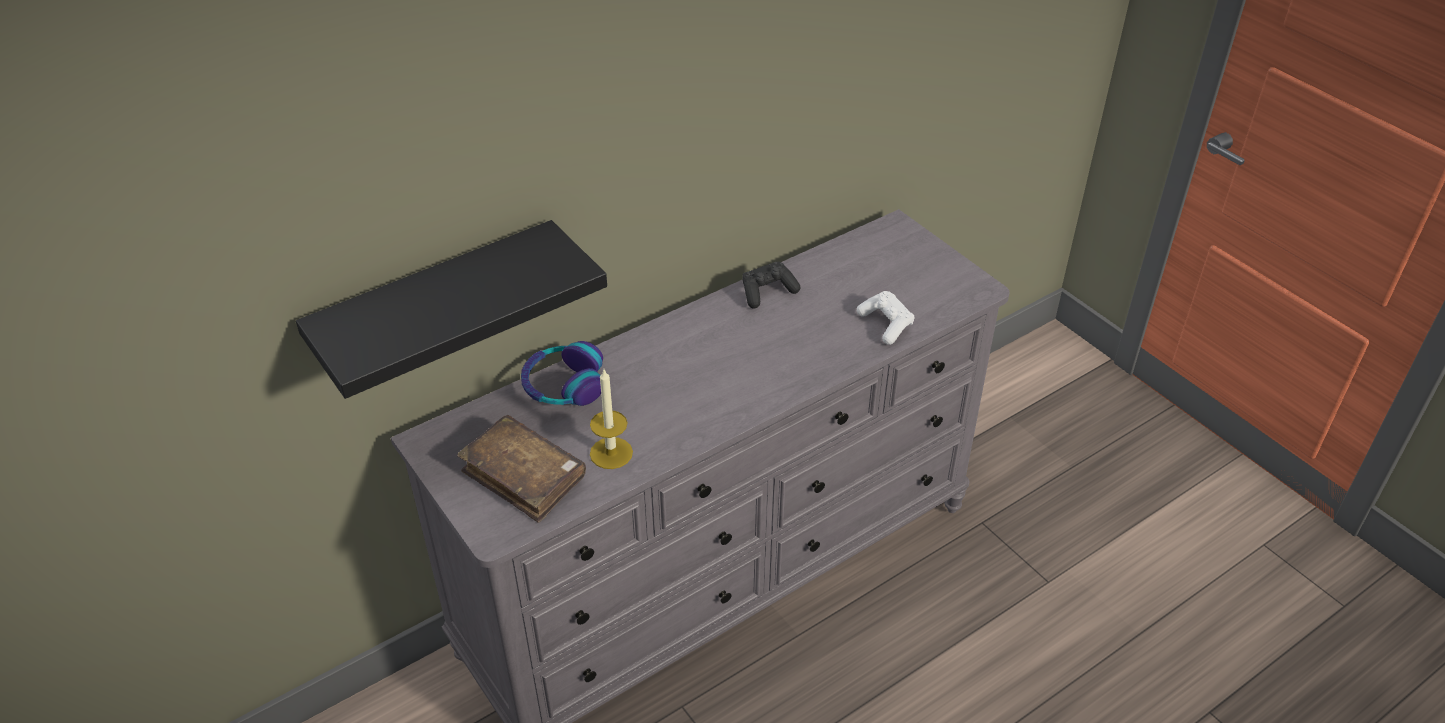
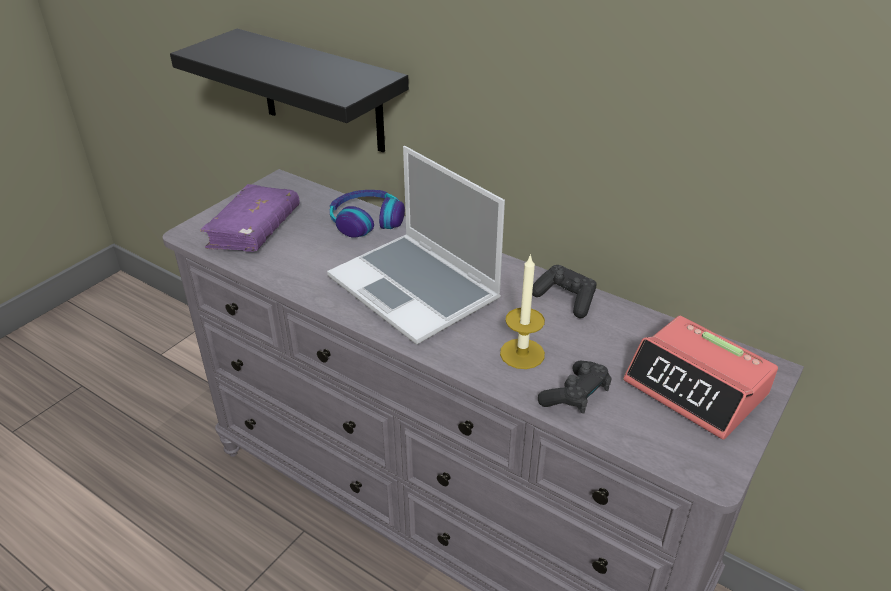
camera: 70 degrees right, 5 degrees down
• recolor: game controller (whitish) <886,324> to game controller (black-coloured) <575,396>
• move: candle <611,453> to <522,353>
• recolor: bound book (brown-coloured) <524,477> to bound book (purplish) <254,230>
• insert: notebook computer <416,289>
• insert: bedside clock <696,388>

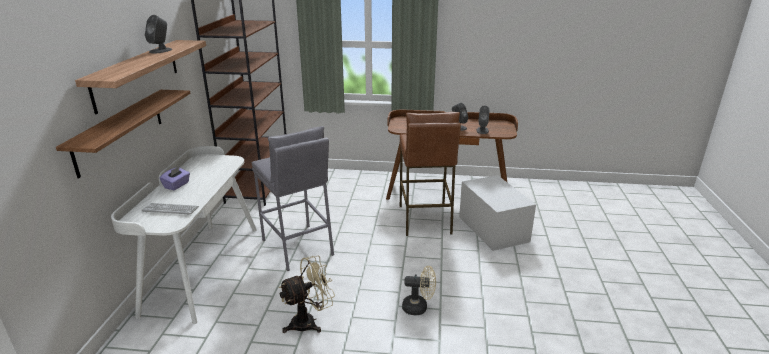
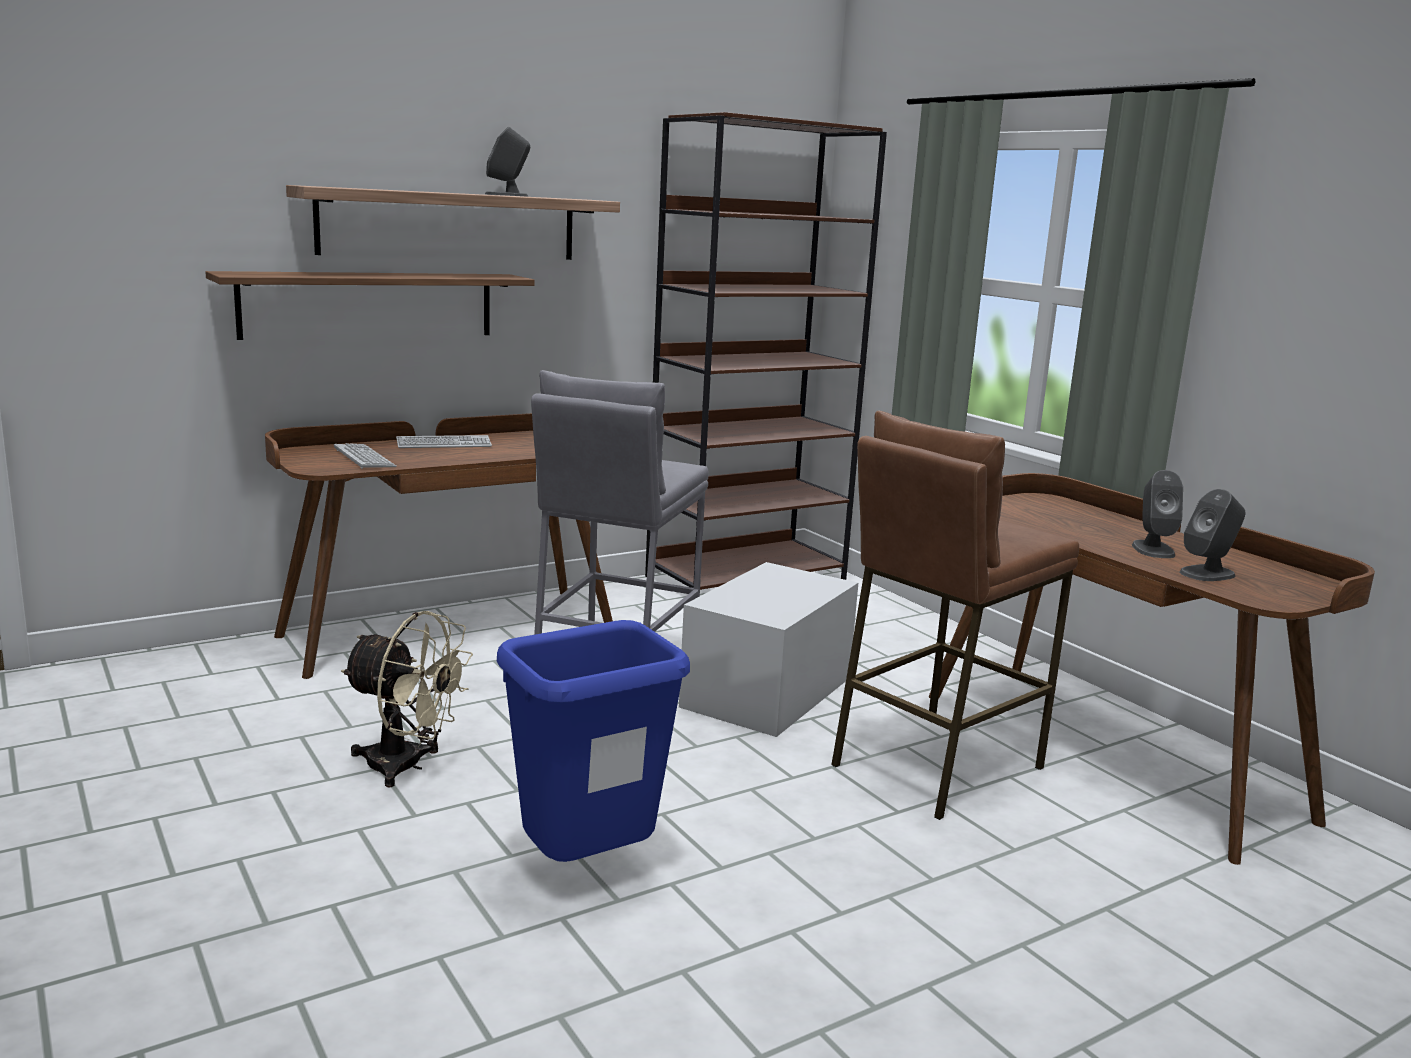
camera: 50 degrees right, 10 degrees down
• recolor: desk (whitish) <202,268> to desk (brown-coloured) <448,629>
• replace: tissue box (purplish) <177,185> to PC keyboard <444,444>
• move: storage bin (whitish) <493,229> to <767,692>
• replace: electric fan (sand-coloured) <419,307> to trash can (blue-coloured) <589,870>

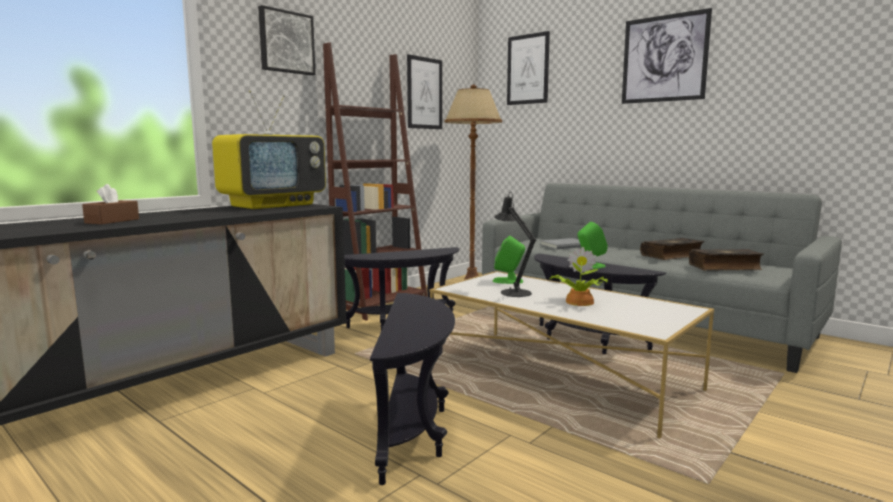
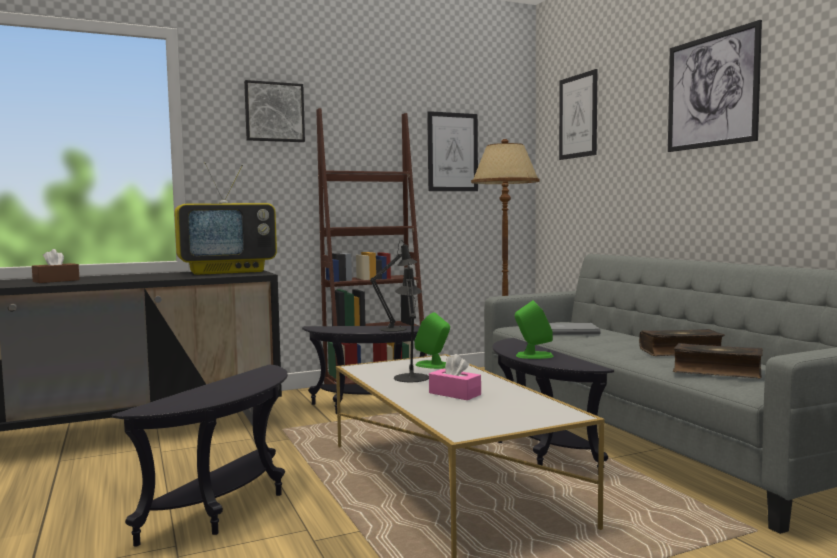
camera: 25 degrees right, 5 degrees down
• replace: houseplant <578,302> to tissue box (pinkish) <454,394>
• insert: tabletop lamp (black-coloured) <396,328>

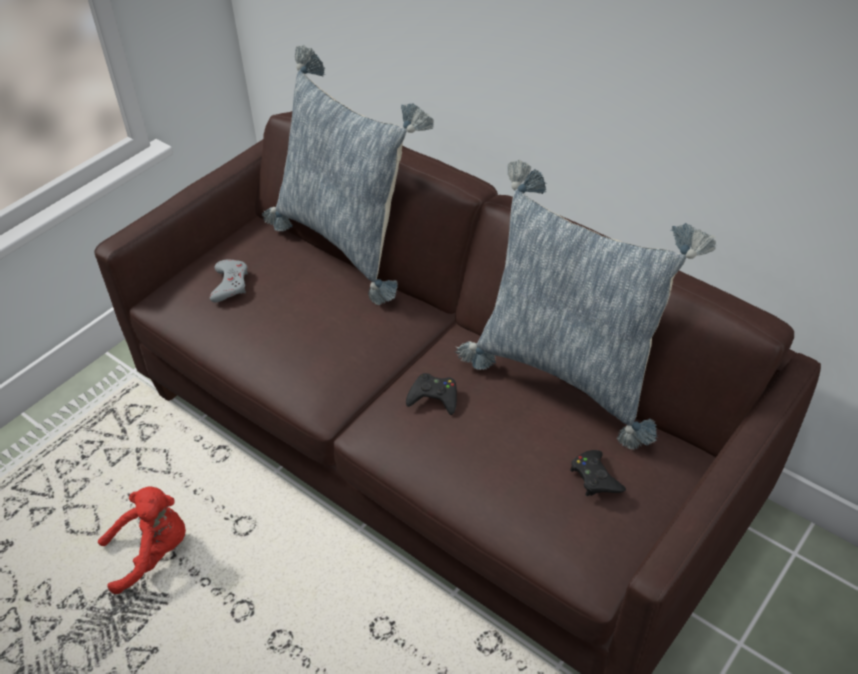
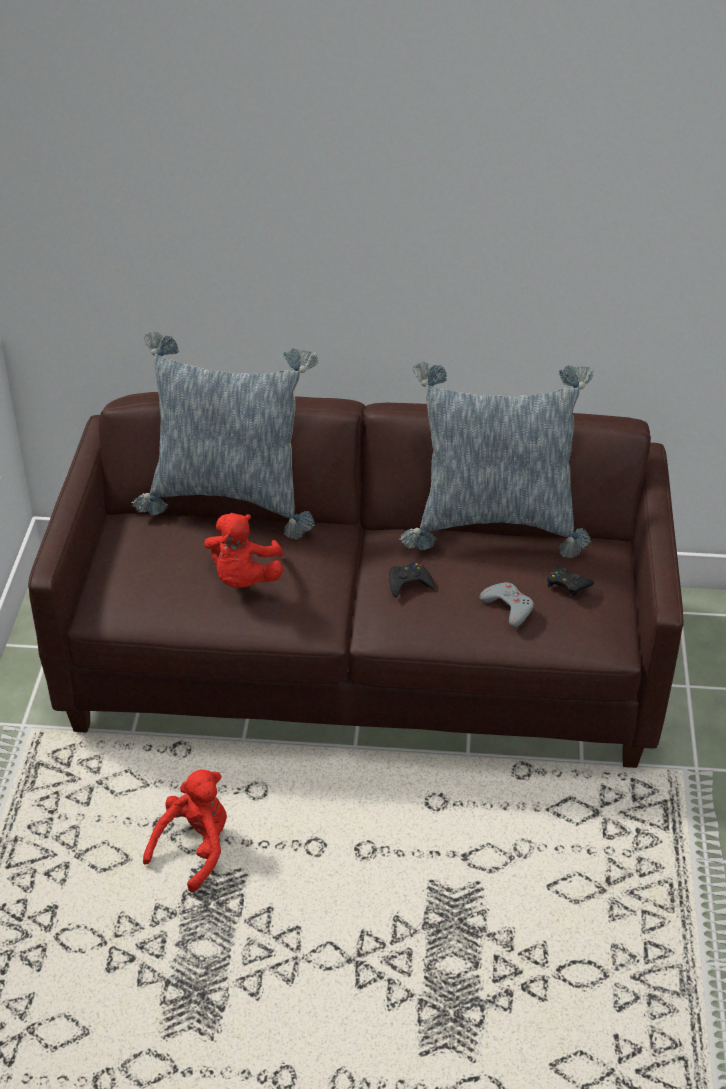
camera: 35 degrees left, 5 degrees down
• move: game controller (greyish) <230,284> to <508,607>
• insert: cuddly toy (red-coloured) <244,580>

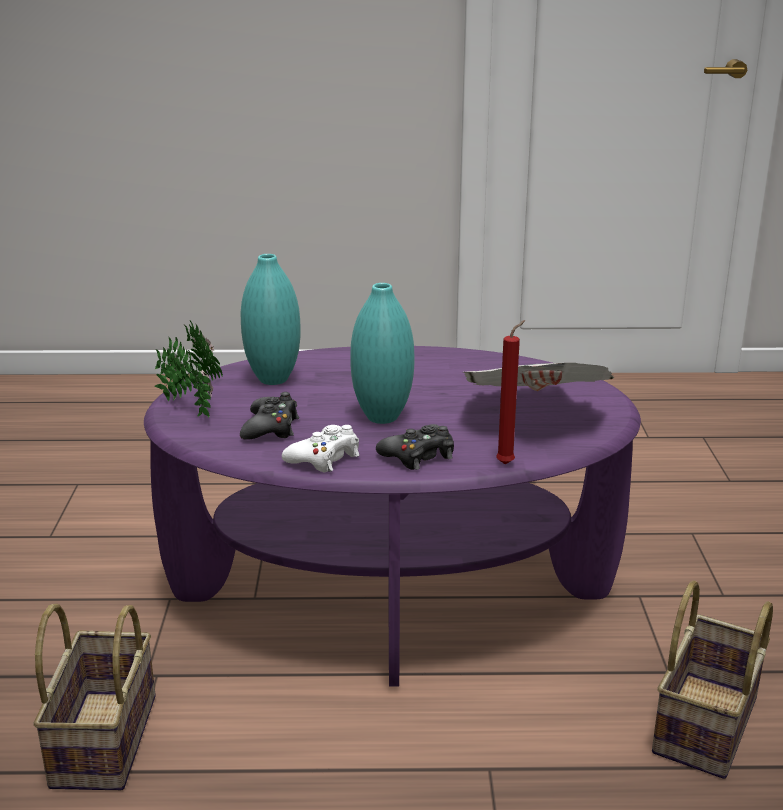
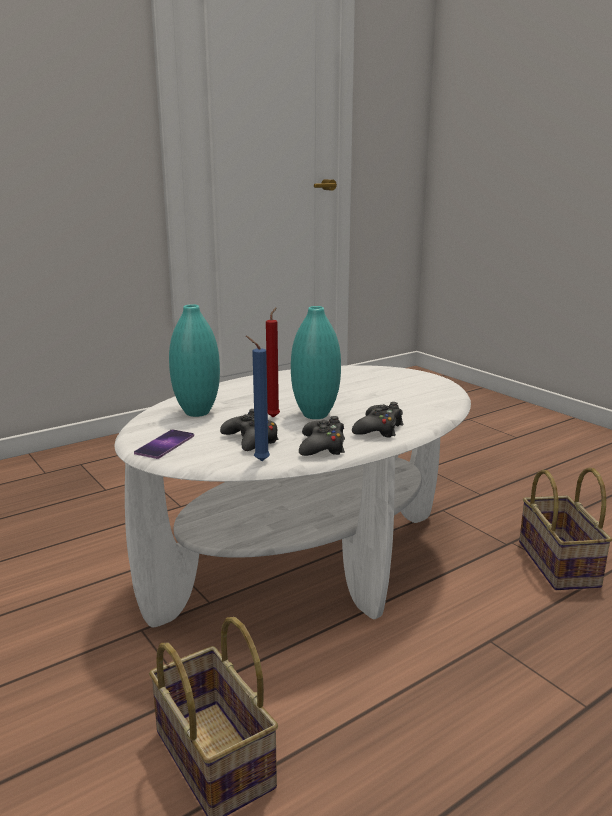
camera: 35 degrees left, 5 degrees down
• replace: houseplant <190,408> to phone <165,444>
• move: candle (red-coloured) <507,463> to <274,416>
• recolor: coffee table (purplish) <392,598> to coffee table (whitish) <306,565>
• delete: daily paper <534,414>
• recolor: game controller (whitish) <324,458> to game controller (black-coloured) <322,447>
• insert: candle (blue-coloured) <259,460>

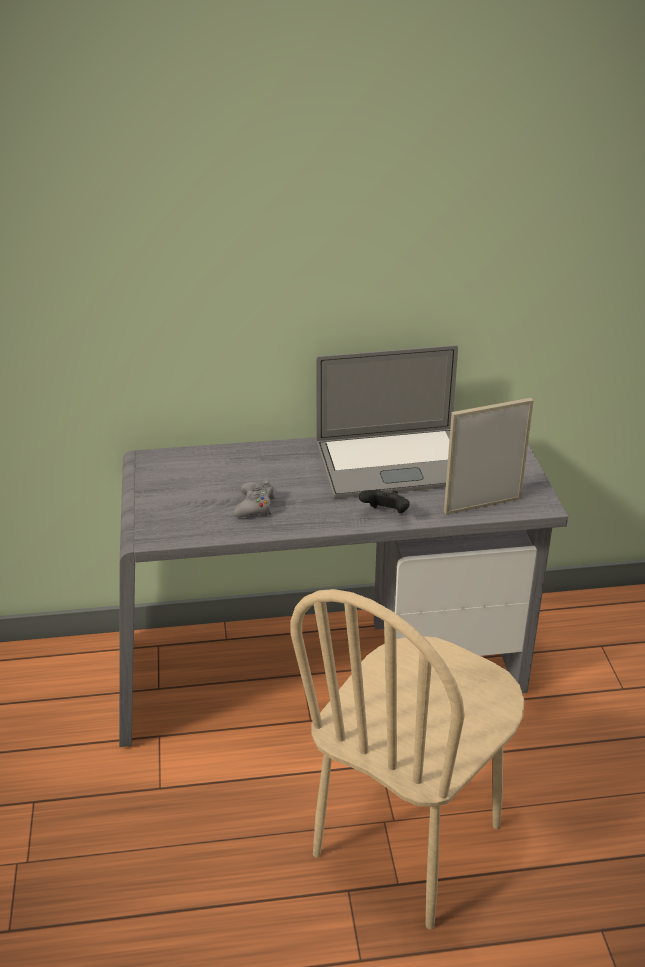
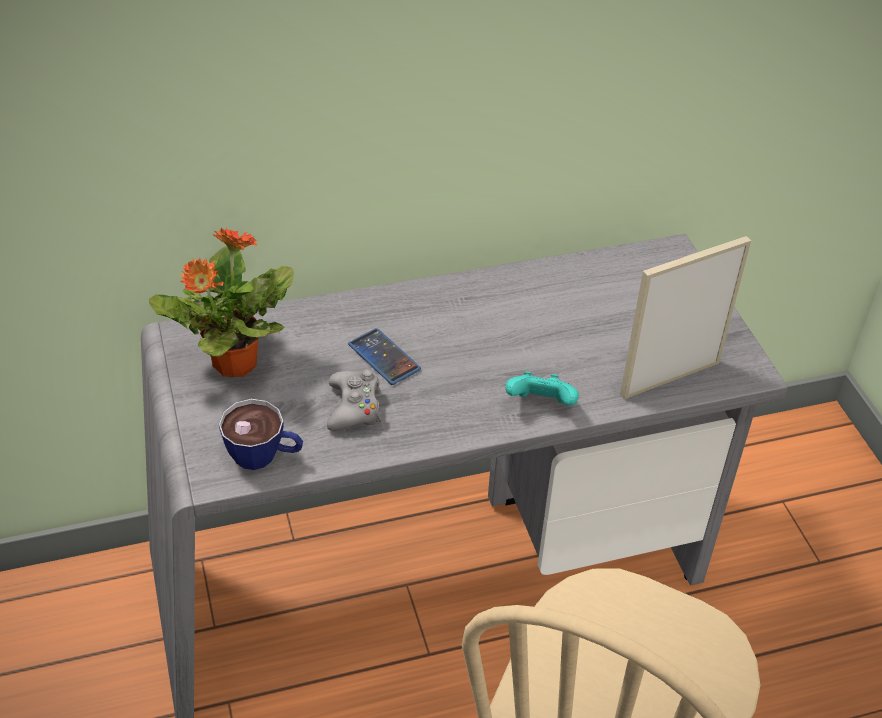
camera: 10 degrees left, 10 degrees up
• delete: notebook computer <394,463>
• recolor: game controller (black-coloured) <385,514> to game controller (turquoise-coloured) <541,405>
• insert: houseplant <233,364>
• insert: phone <384,357>
• insert: cup <264,456>

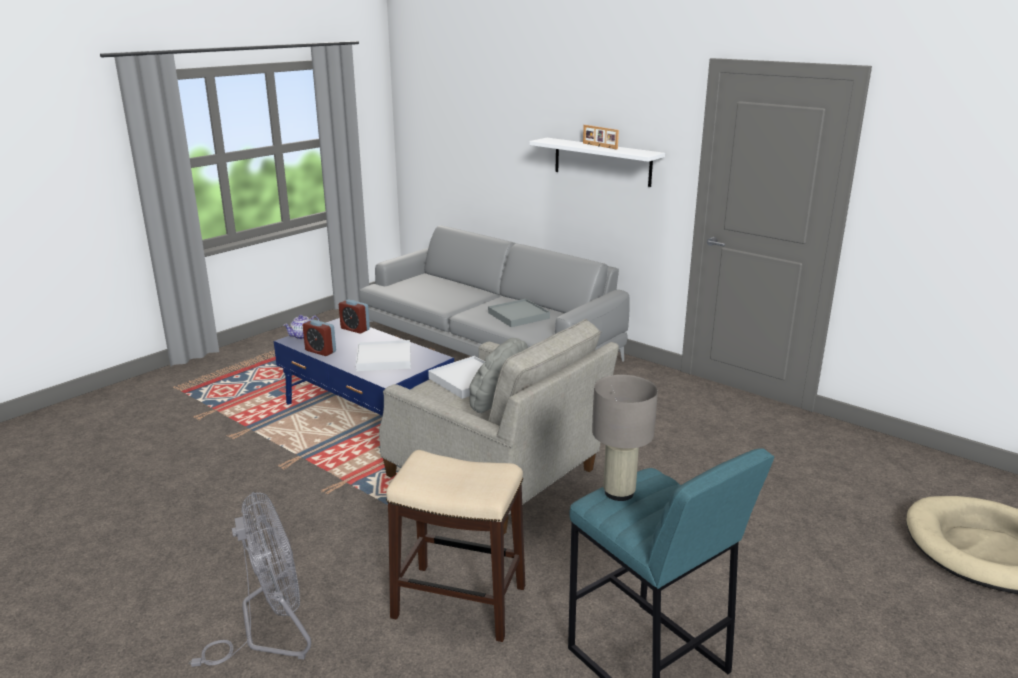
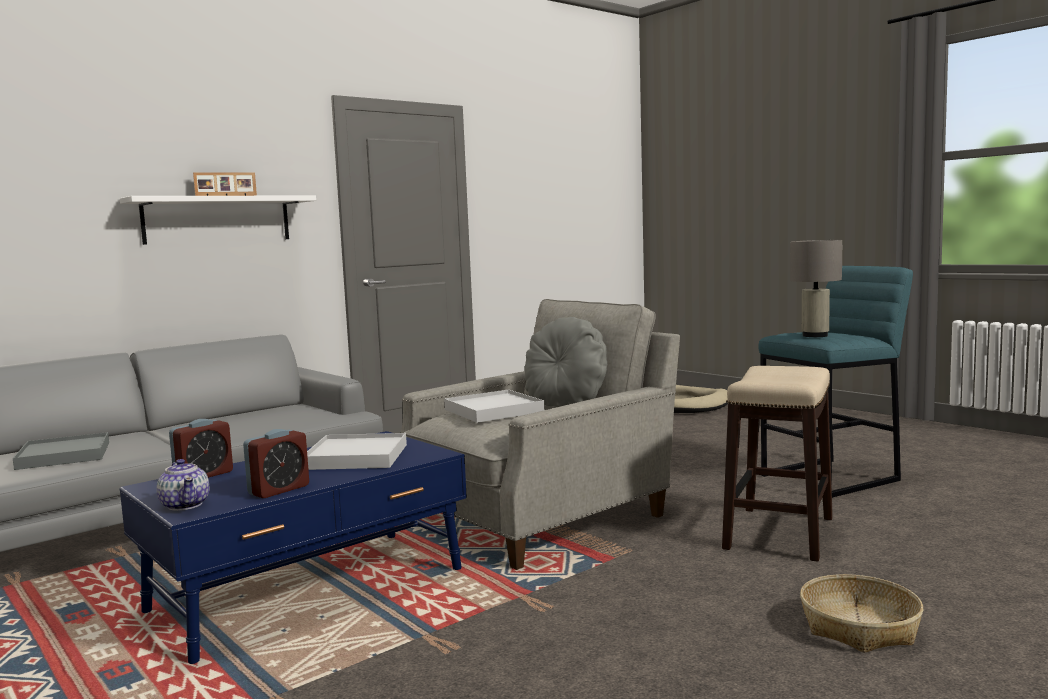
camera: 80 degrees left, 15 degrees down
• move: serving tray (greyish) <518,315> to <64,455>
• replace: electric fan (greyish) <267,624> to storage basket <859,627>

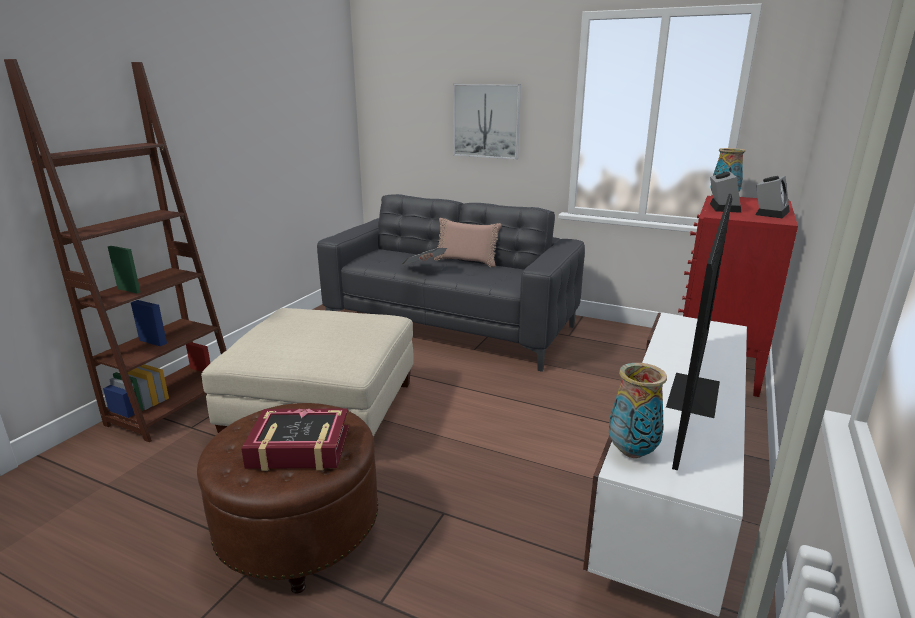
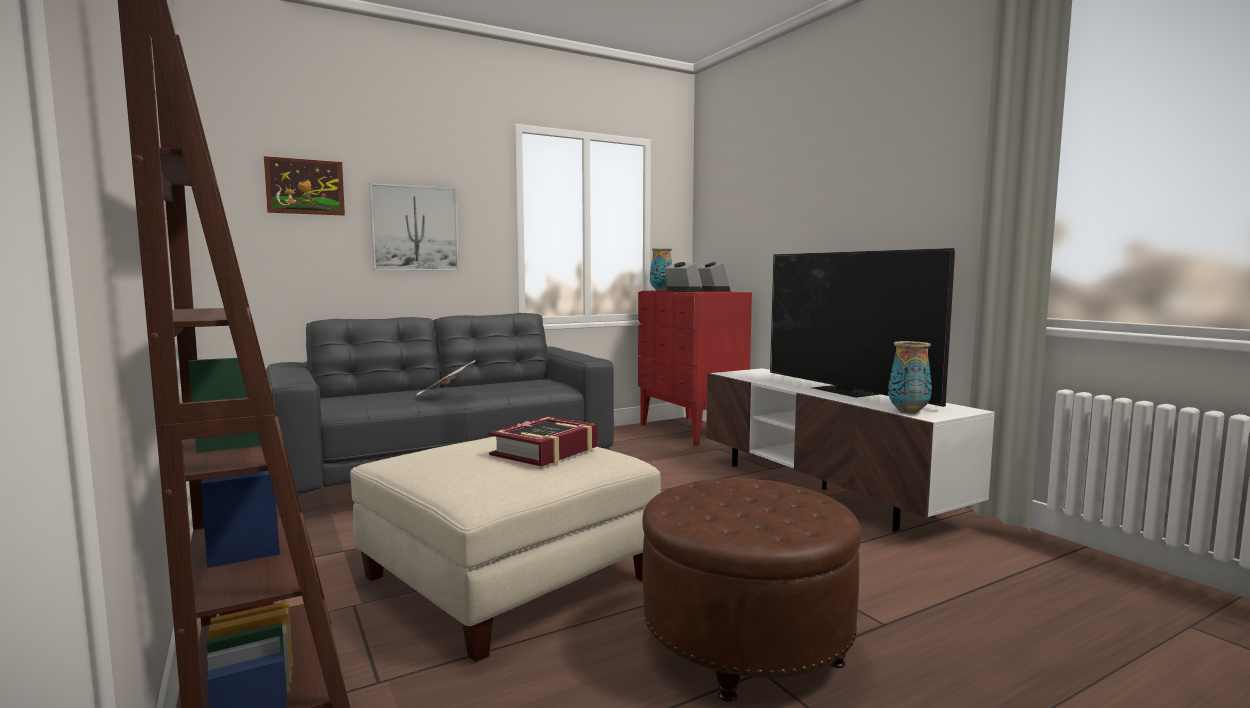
camera: 55 degrees left, 15 degrees down
• delete: pillow (sand-coloured) <466,262>
• move: bound book <299,448> to <546,451>
• insert: wall art <305,187>

